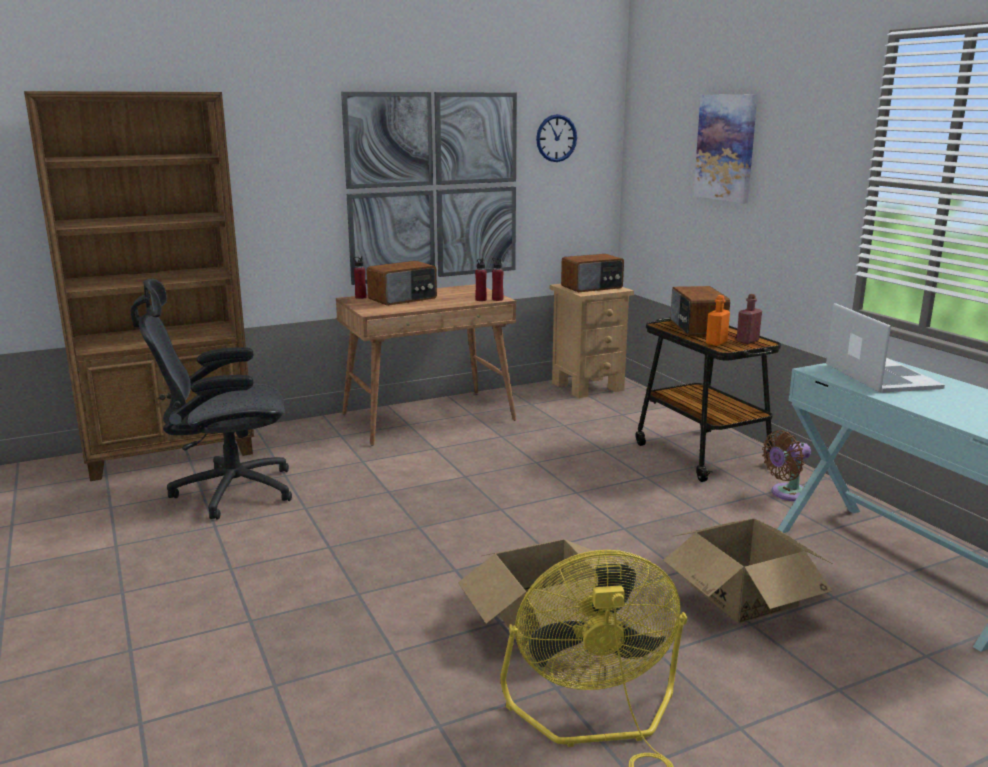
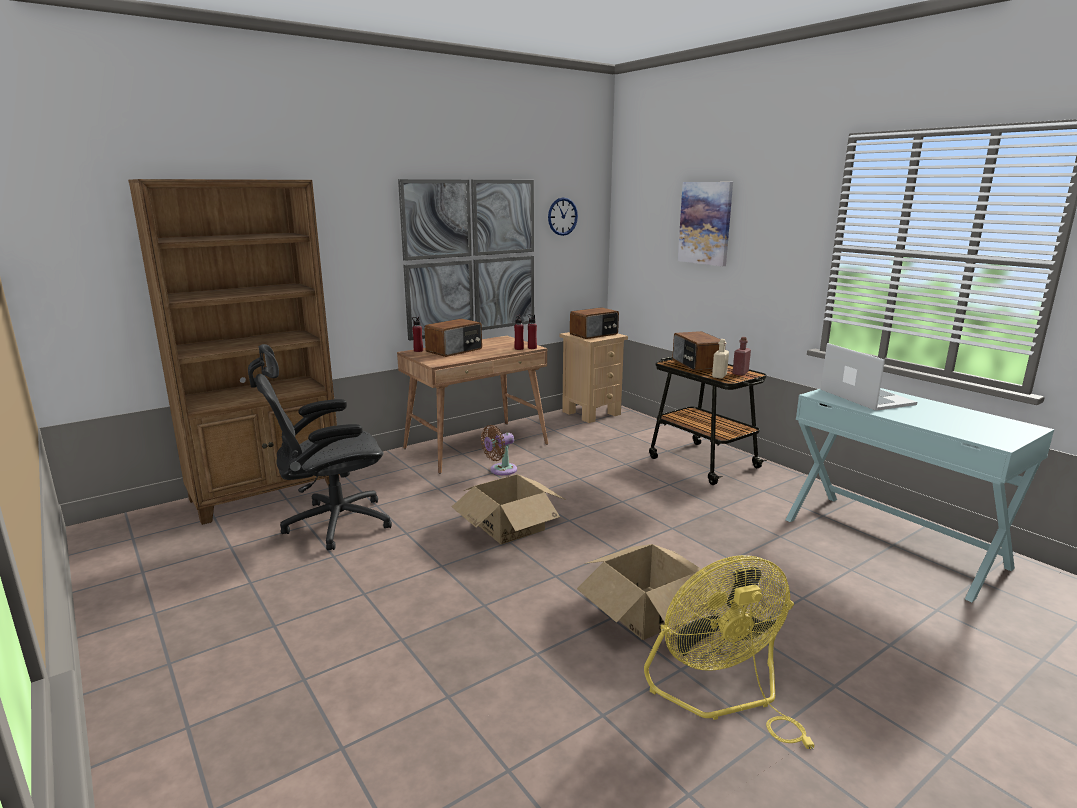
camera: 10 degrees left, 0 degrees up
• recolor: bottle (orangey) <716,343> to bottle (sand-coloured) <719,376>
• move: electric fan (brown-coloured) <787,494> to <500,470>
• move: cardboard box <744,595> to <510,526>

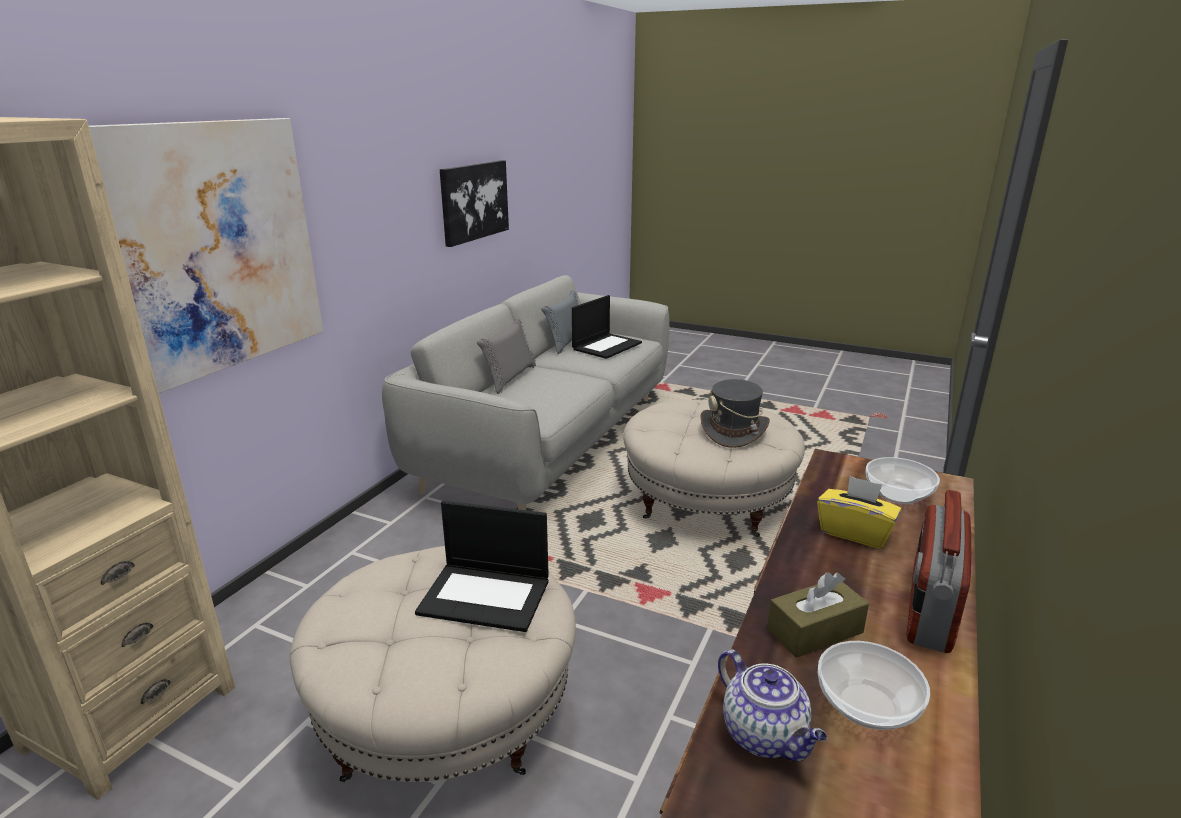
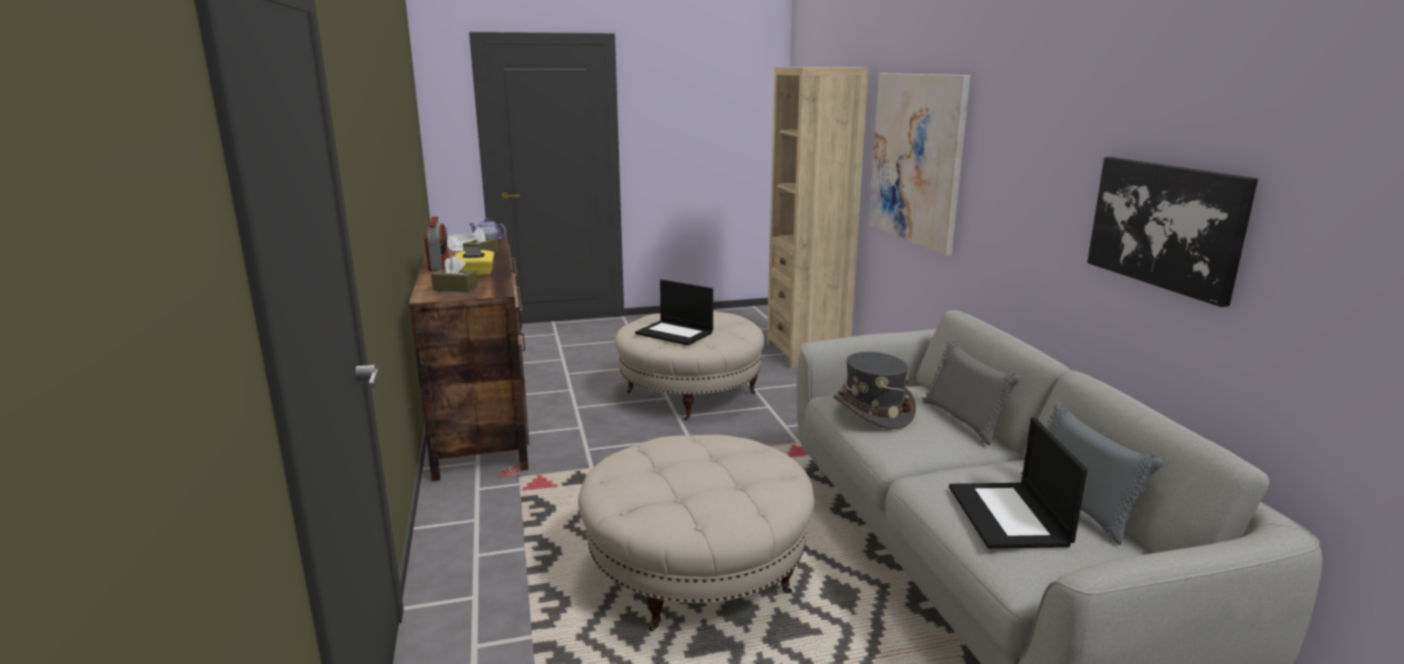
camera: 140 degrees right, 5 degrees down
• move: wearable hat (greyish) <733,431> to <872,411>
• replace: deep dish <899,494> to tissue box (brown-coloured) <455,288>
• rotate: notebook computer <486,596> = <675,333> 120 degrees counterclockwise

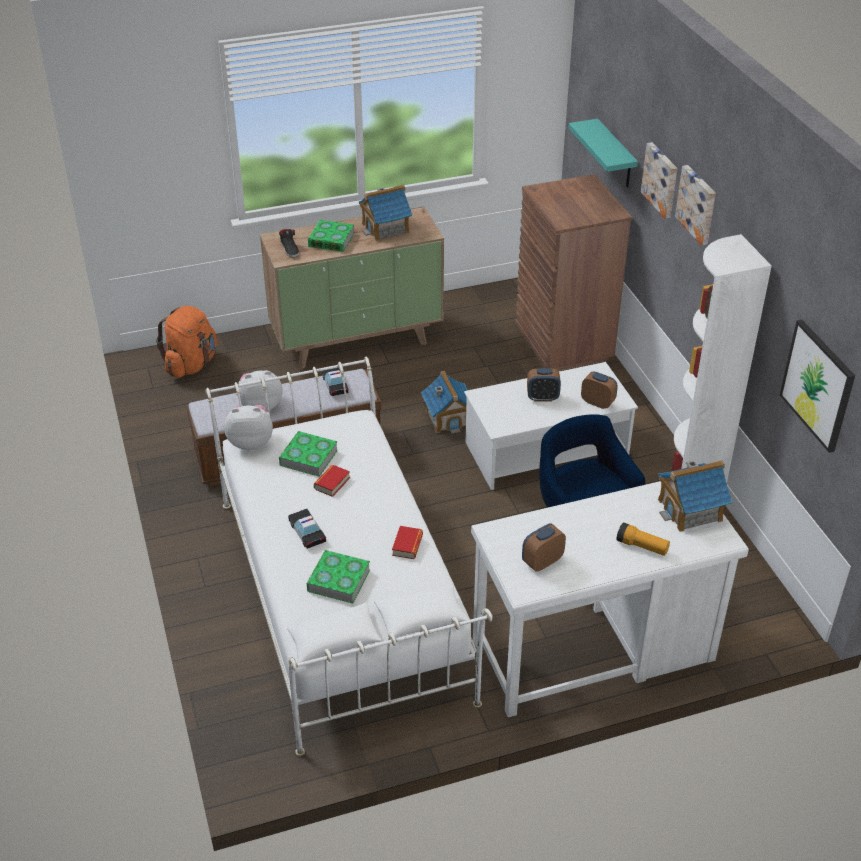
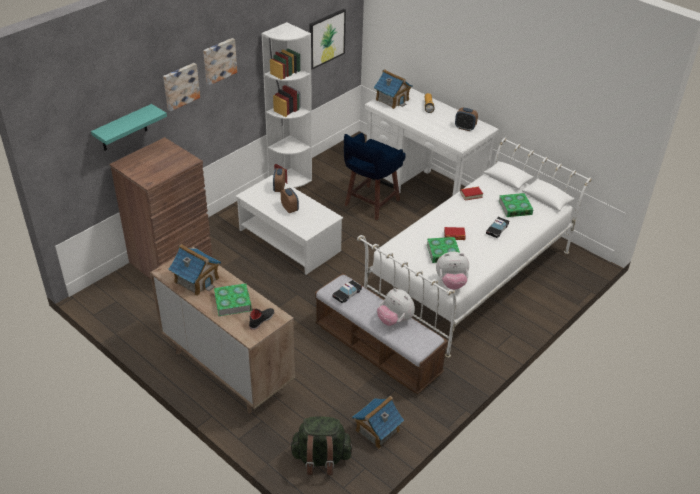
camera: 120 degrees left, 0 degrees up
• recolor: rucksack (orangey) <191,365> to rucksack (greenish) <321,458>
• move: toy house <448,418> to <377,431>
• rotate: cuddly toy <251,442> = <451,283> 60 degrees counterclockwise

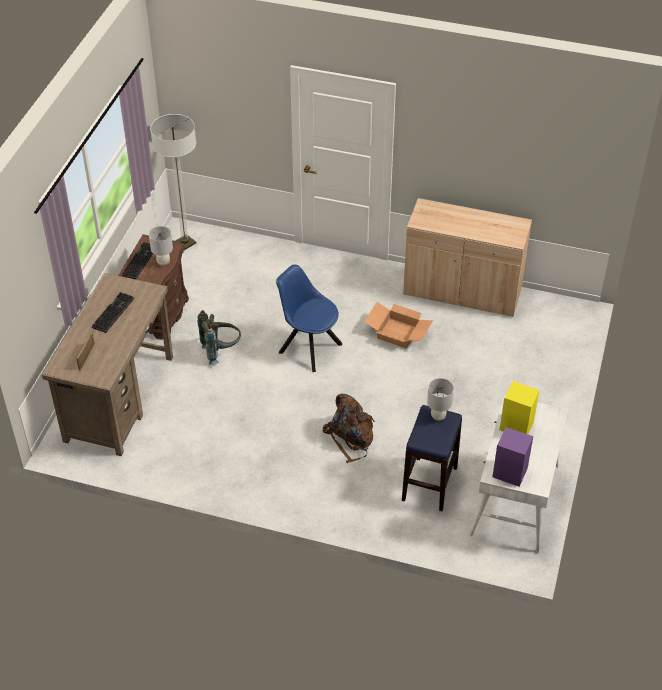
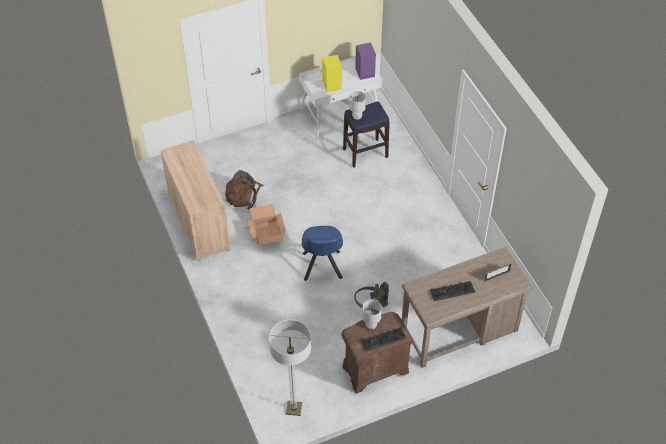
camera: 130 degrees left, 5 degrees up
• move: rucksack (brown-coloured) <350,437> to <243,195>

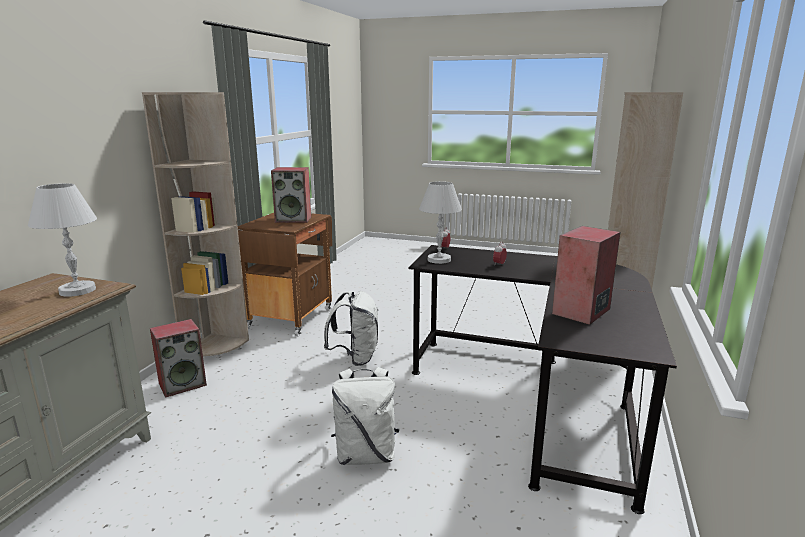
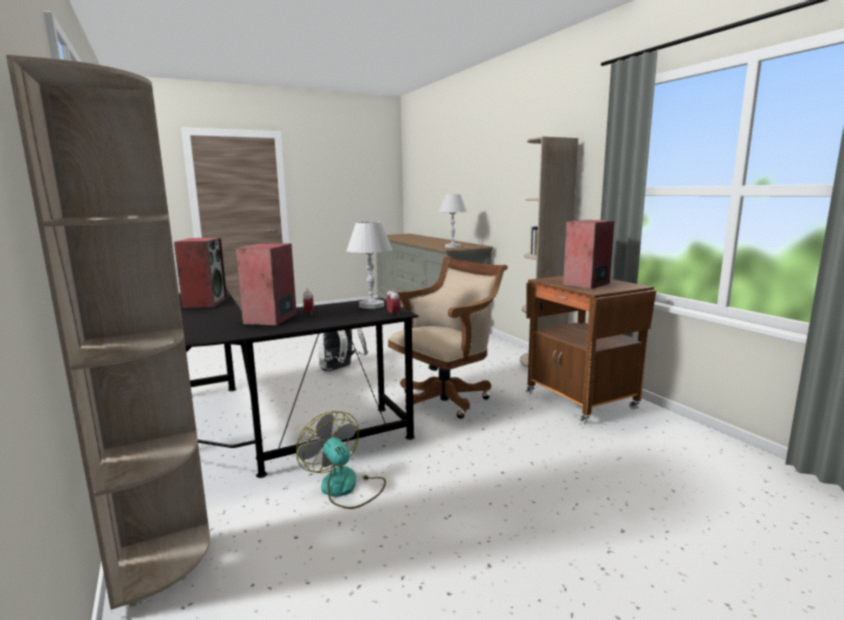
camera: 135 degrees right, 5 degrees down
• replace: rucksack (whitish) <355,358> to desk chair <447,399>
• move: speaker <183,384> to <271,319>
• insert: electric fan <345,488>

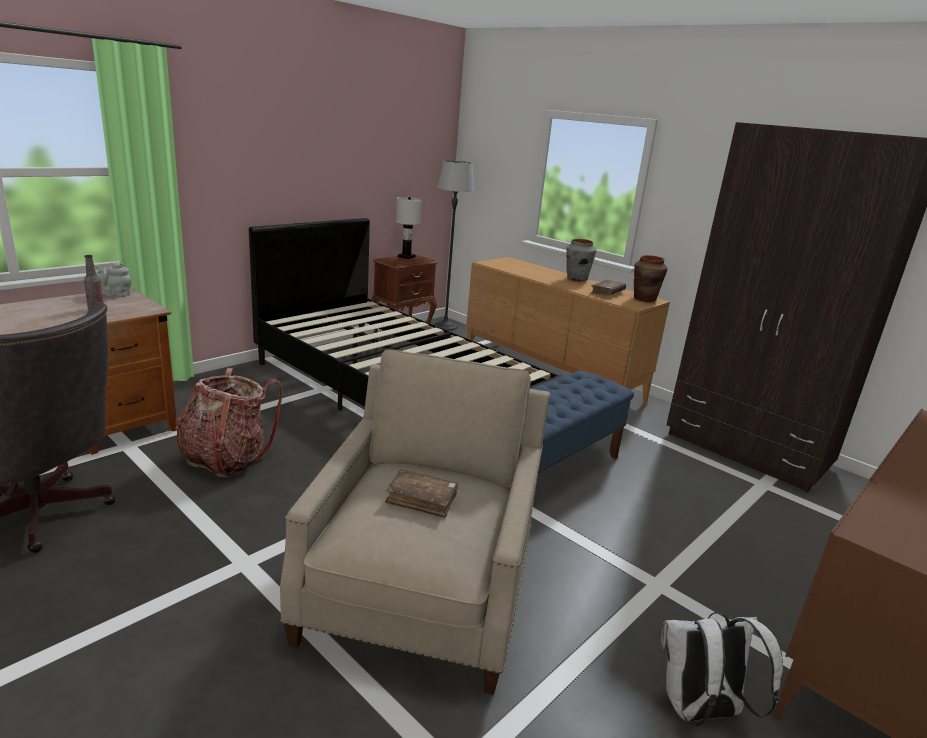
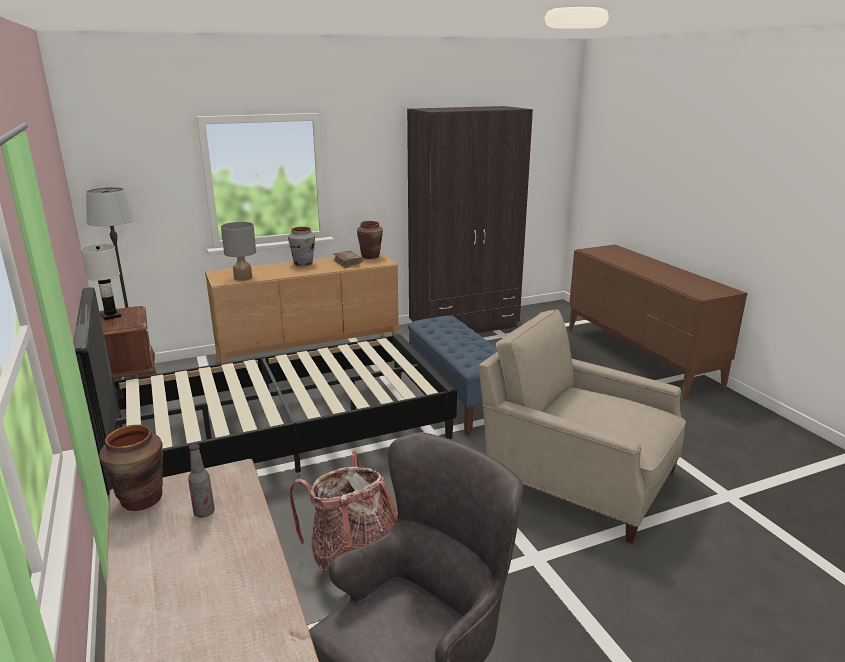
camera: 65 degrees left, 0 degrees up
• replace: pot for tea (greyish) <115,294> to flower vase (brown-coloured) <141,500>
• delete: bound book (brown-coloured) <421,500>
• delete: rucksack (whitish) <699,711>
• insert: tabletop lamp (greyish) <243,278>

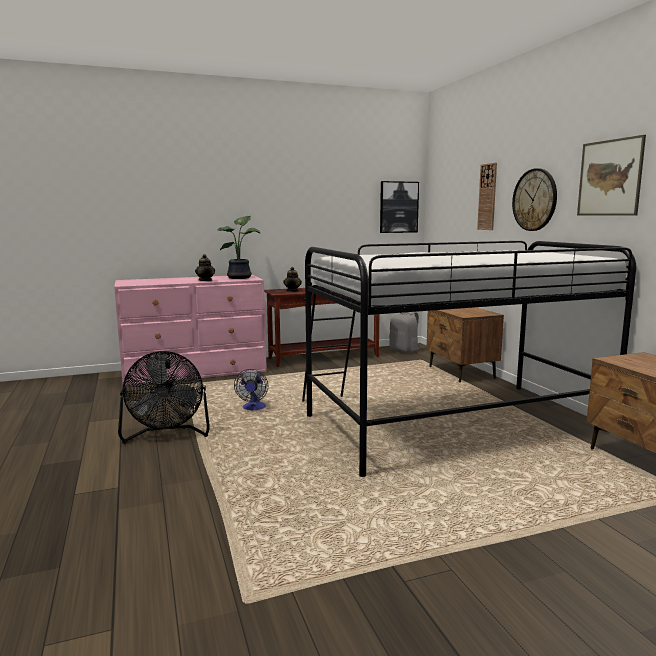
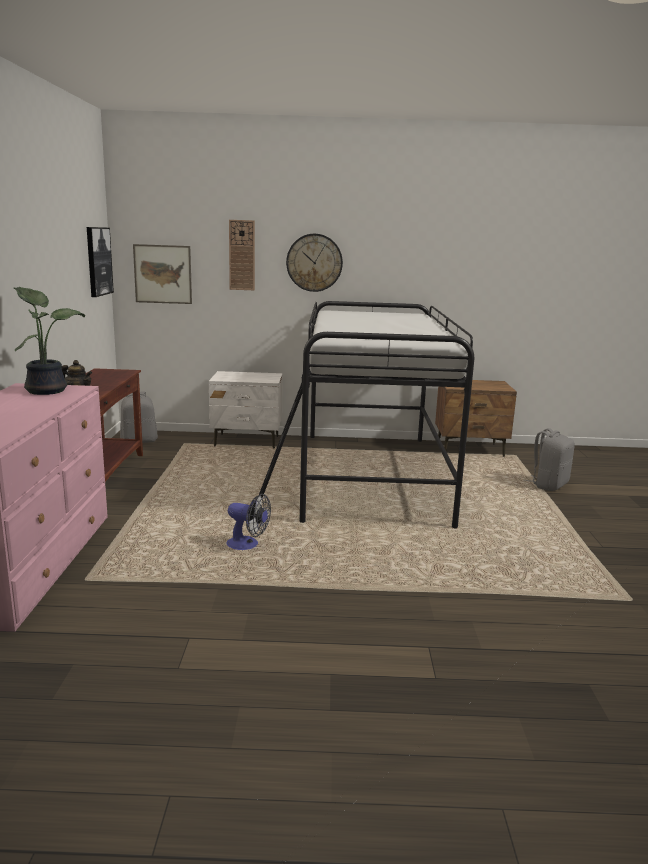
camera: 70 degrees left, 5 degrees up
• move: wall art <609,178> to <163,274>
• delete: pot for tea <205,280>
• recolor: nightstand (brown-coloured) <461,373> to nightstand (whitish) <247,441>
• delete: electric fan (black-coloured) <164,434>
• insert: rucksack (greyish) <548,485>

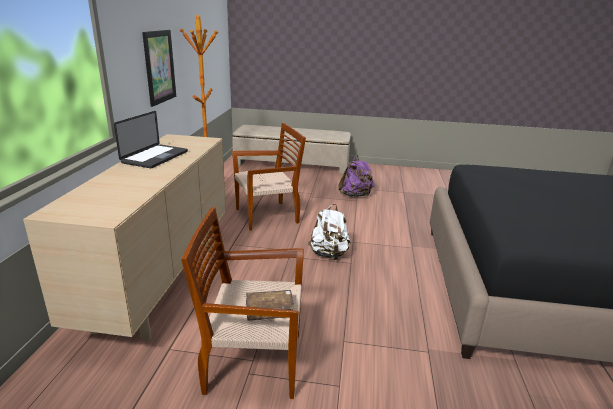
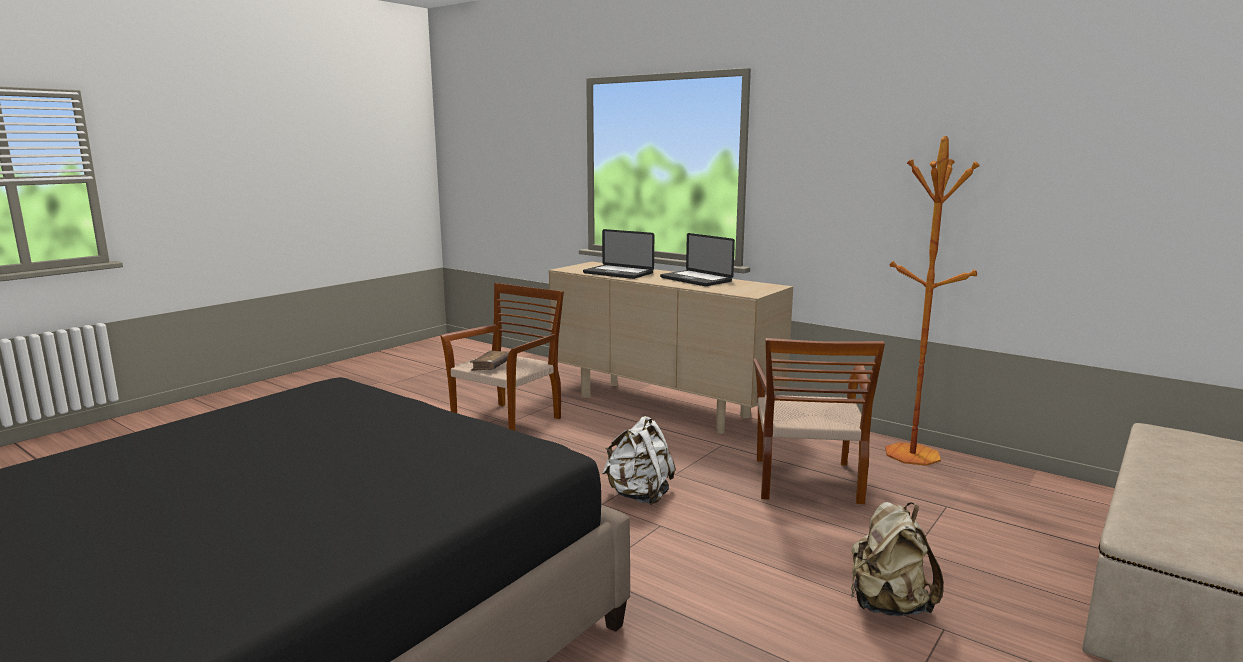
camera: 120 degrees right, 10 degrees down
• delete: wall art <159,67>
• recolor: rucksack (purplish) <355,195> to rucksack (sand-coloured) <887,605>
• insert: notebook computer <618,273>

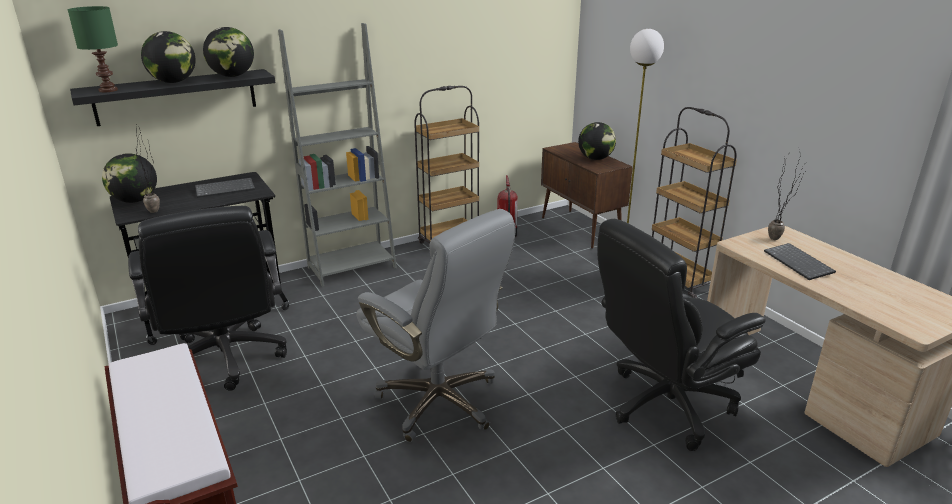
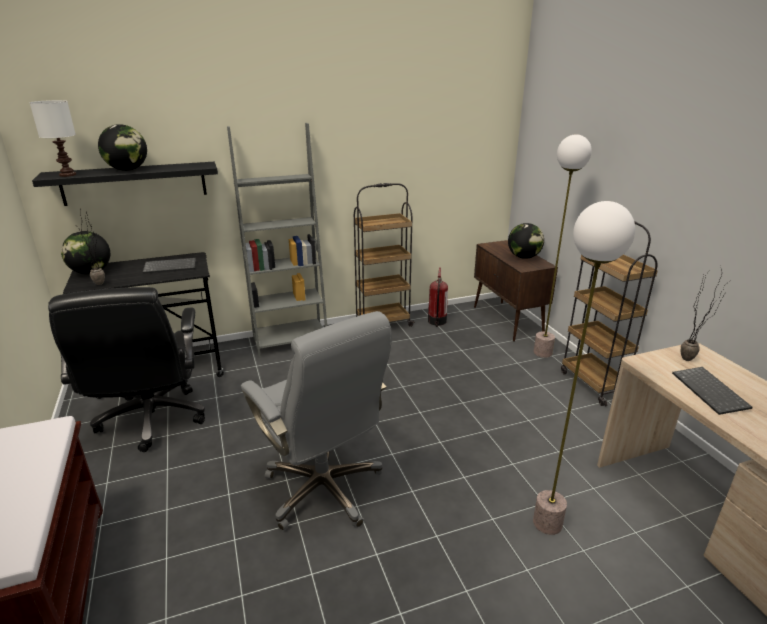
camera: 10 degrees right, 0 degrees up
• recolor: tabletop lamp (greenish) <107,90> to tabletop lamp (whitish) <67,175>
• delete: globe <232,76>
• replace: desk chair (black-coloured) <662,405> to standing lamp <546,523>

